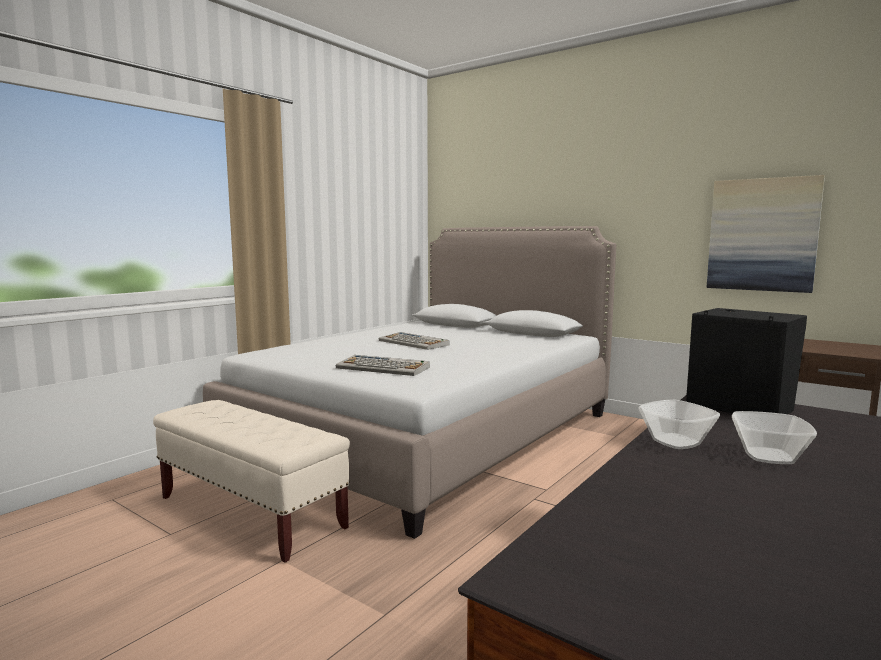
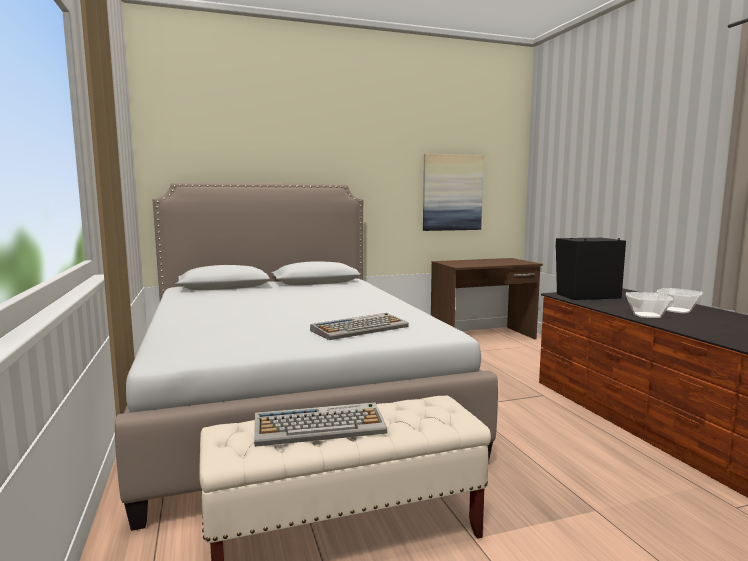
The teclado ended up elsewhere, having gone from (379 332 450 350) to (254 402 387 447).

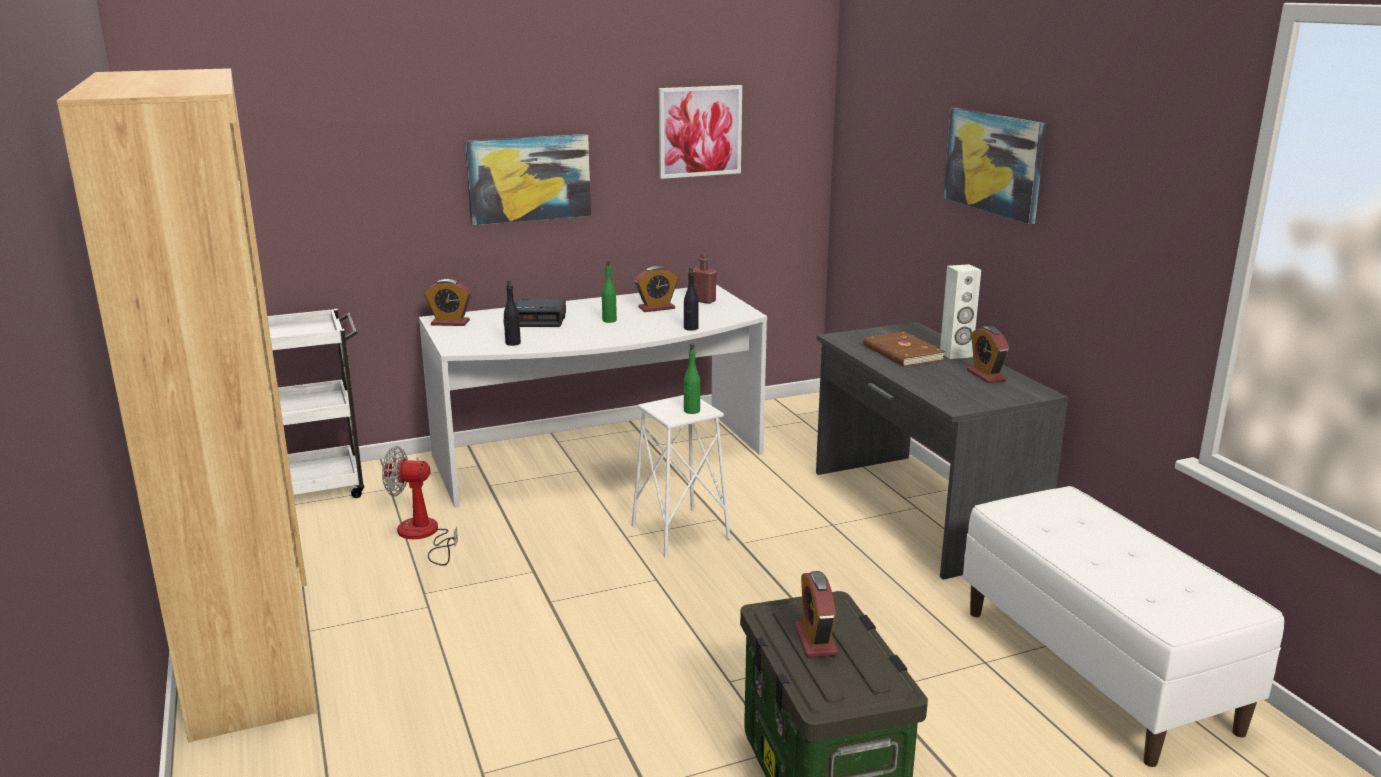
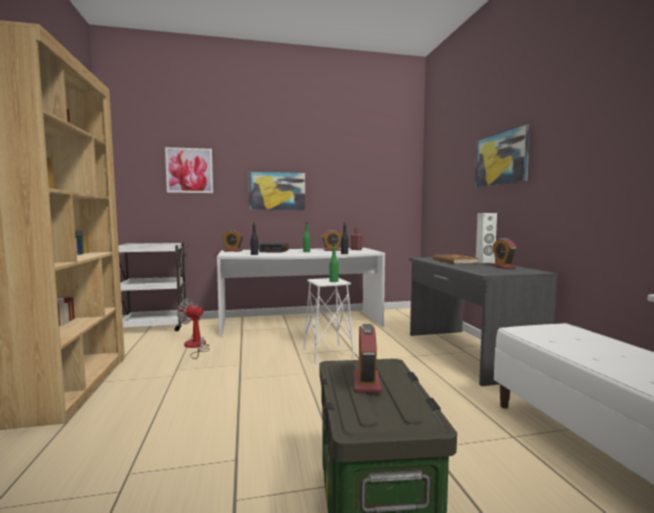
The cuadro ended up elsewhere, having gone from (659 85 742 179) to (165 147 213 193).

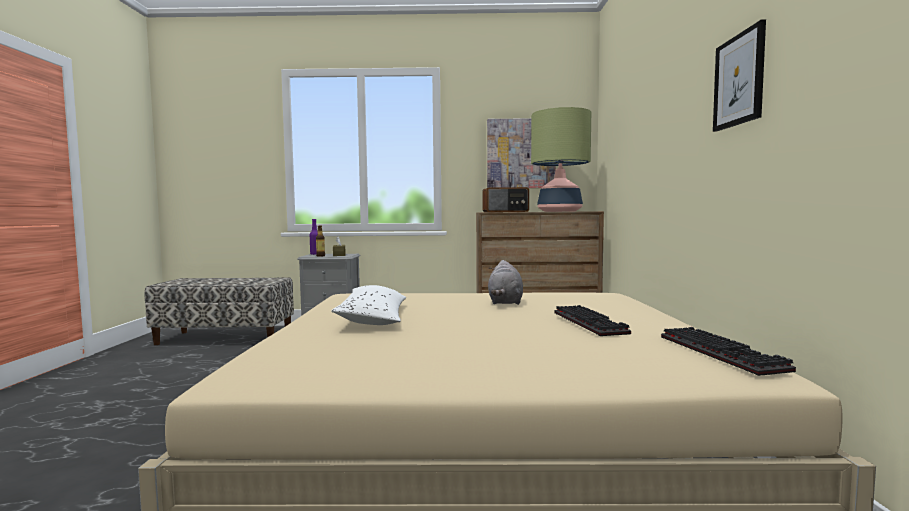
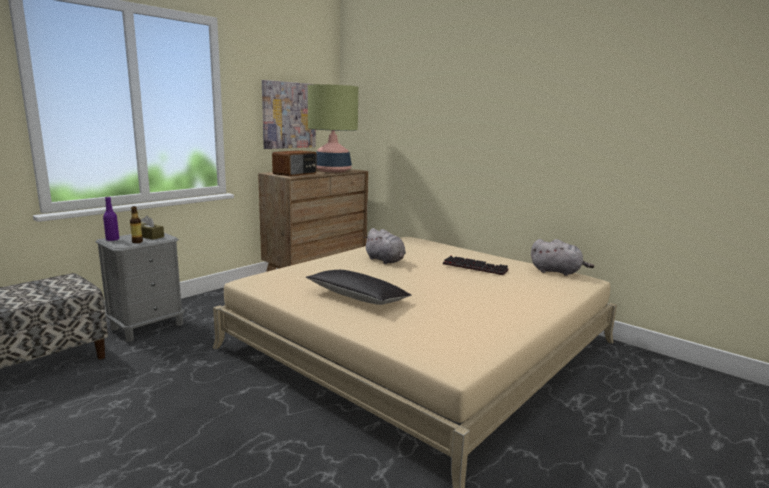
The second view lost the cuadro at (713 19 766 132).
What was the cojín [blanco] at (331 285 406 325) turned into the cojín [negro] at (306 270 412 305).
Where the teclado stood at (661 327 796 376), the peluche [gris] came to stand at (531 239 594 276).

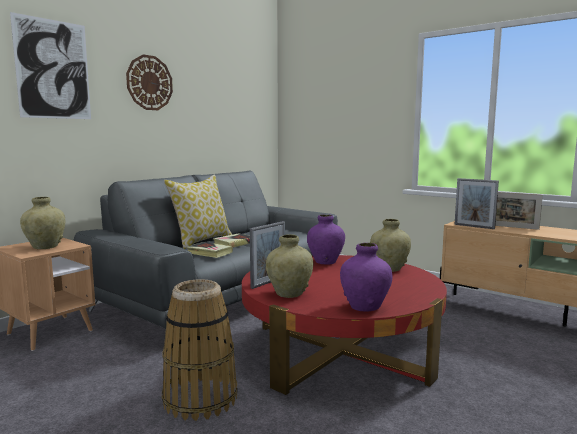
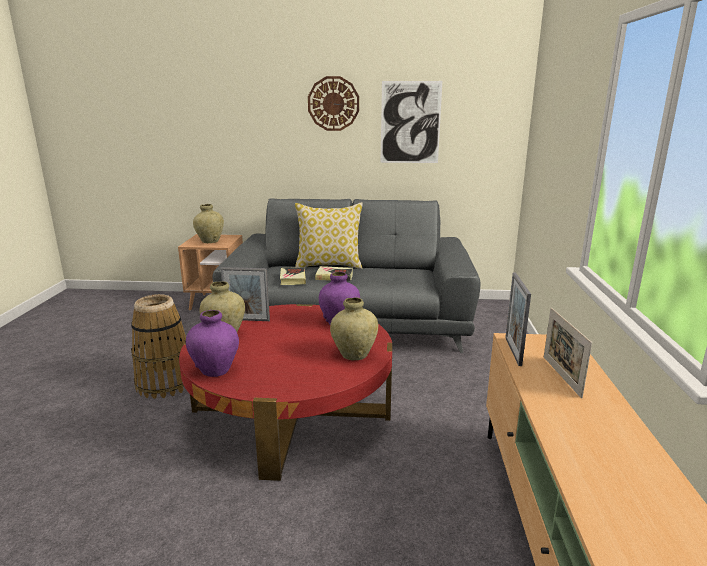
The cuadro ended up elsewhere, having gone from (10 12 91 119) to (380 81 442 163).

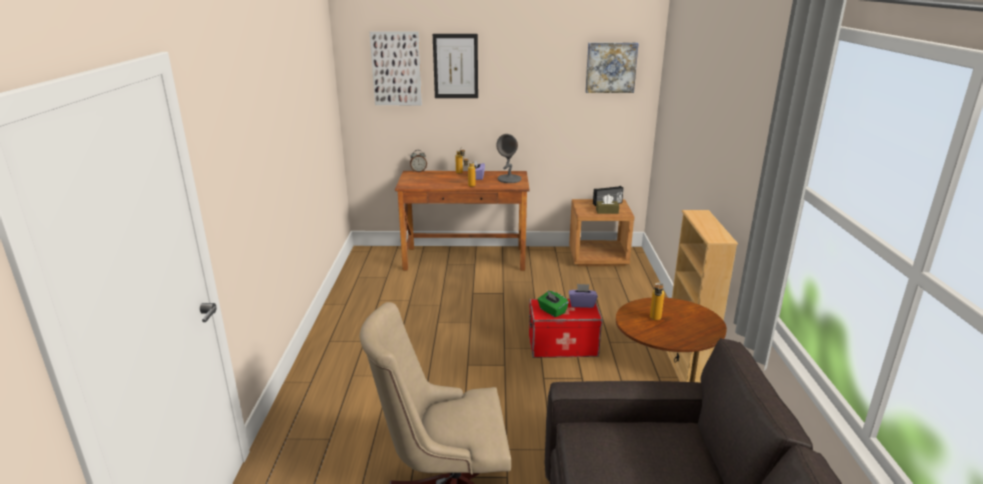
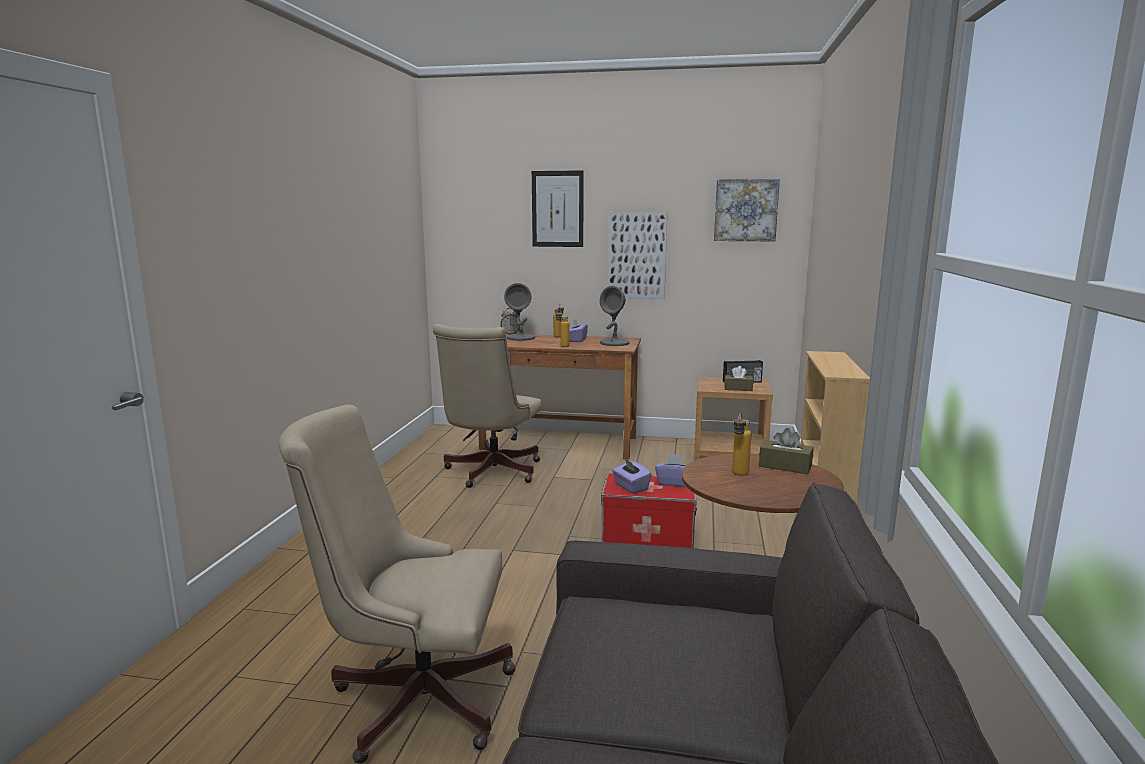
The cuadro ended up elsewhere, having gone from (370 31 422 105) to (609 212 667 299).
What was the caja de pañuelos [verde] at (537 291 569 317) turned into the caja de pañuelos [morado] at (612 459 652 493).
The second view gained the lámpara de mesa [gris] at (504 283 535 341).
The second view gained the silla de oficina [beis] at (433 324 542 488).
The second view gained the caja de pañuelos [marrón] at (759 428 814 474).

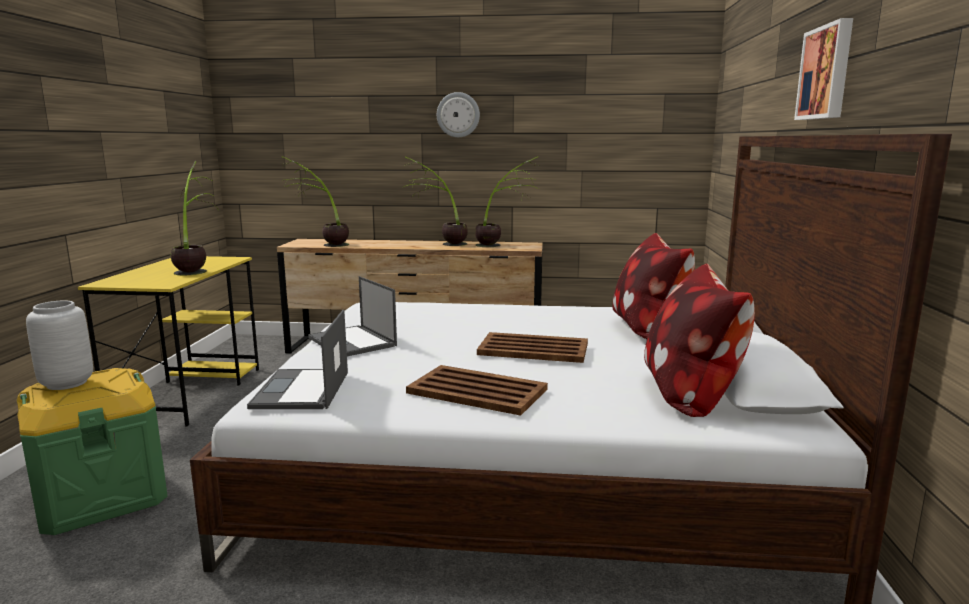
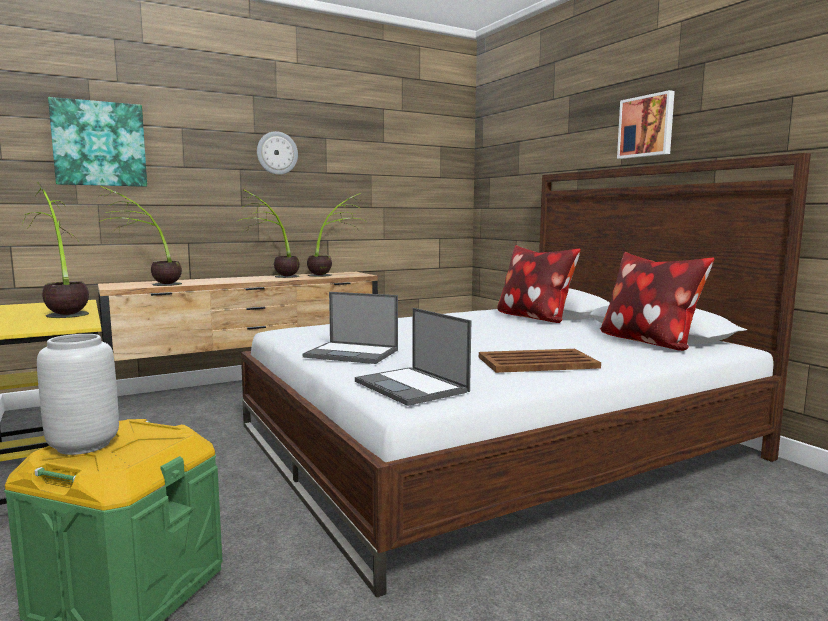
The second view lost the bandeja [marrón] at (477 332 588 363).
The second view gained the cuadro at (48 97 147 187).

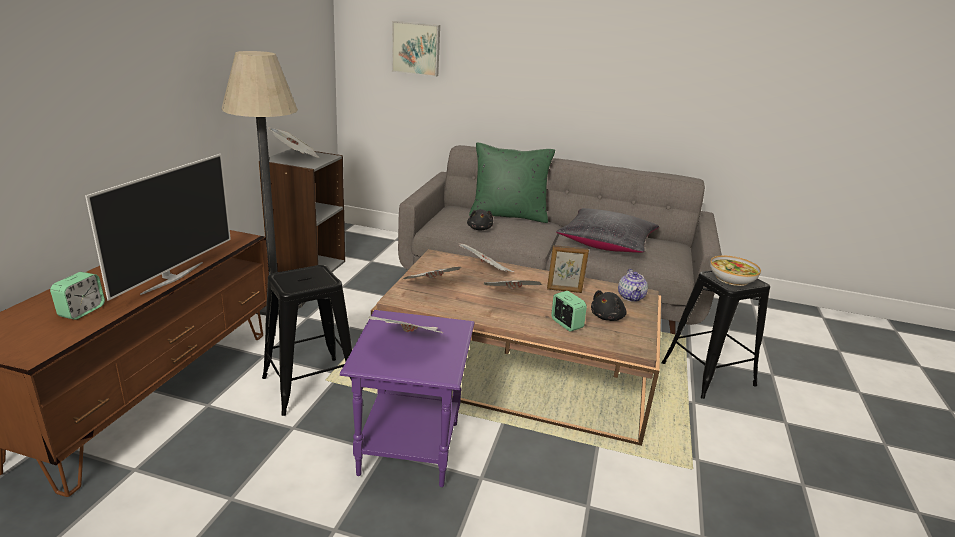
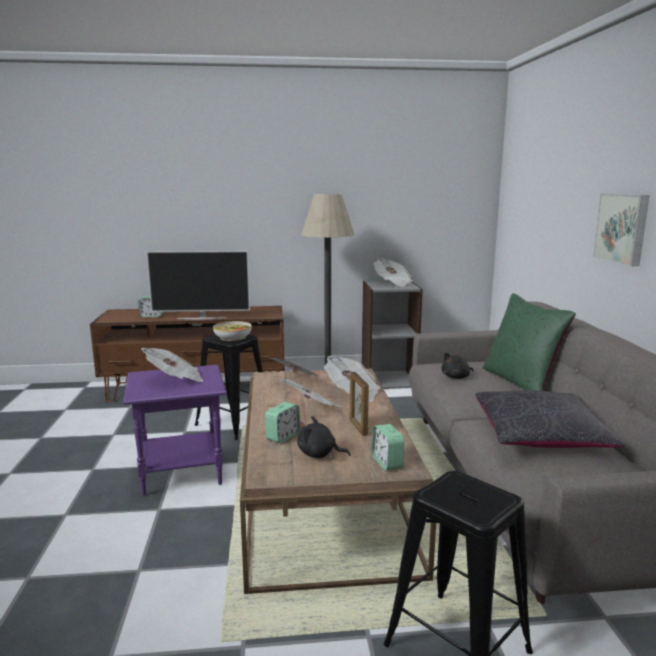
The cuadro ended up elsewhere, having gone from (392 21 440 77) to (593 193 650 266).
The cuenco ended up elsewhere, having gone from (710 255 761 286) to (213 321 252 341).
Where the tetera stood at (618 269 648 302), the despertador came to stand at (371 424 405 470).

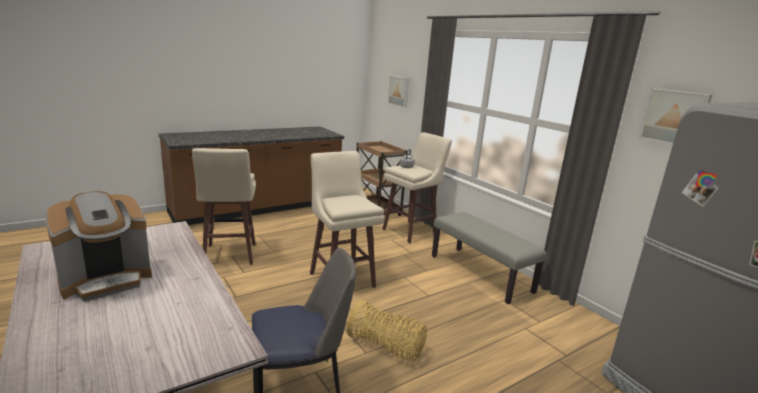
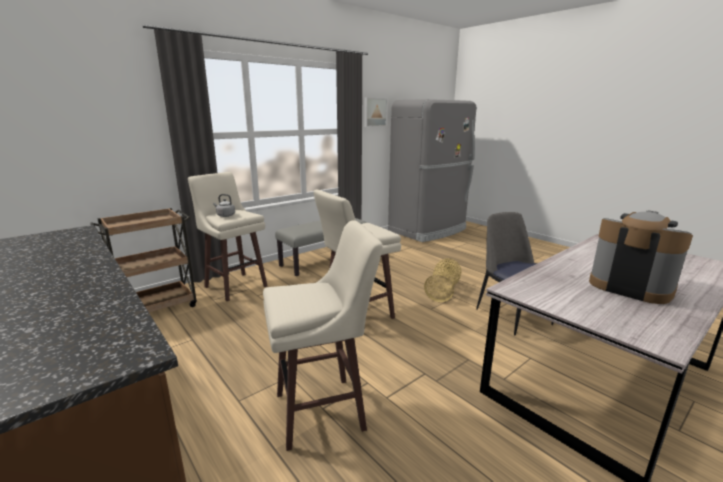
The second view lost the cuadro at (388 76 409 108).

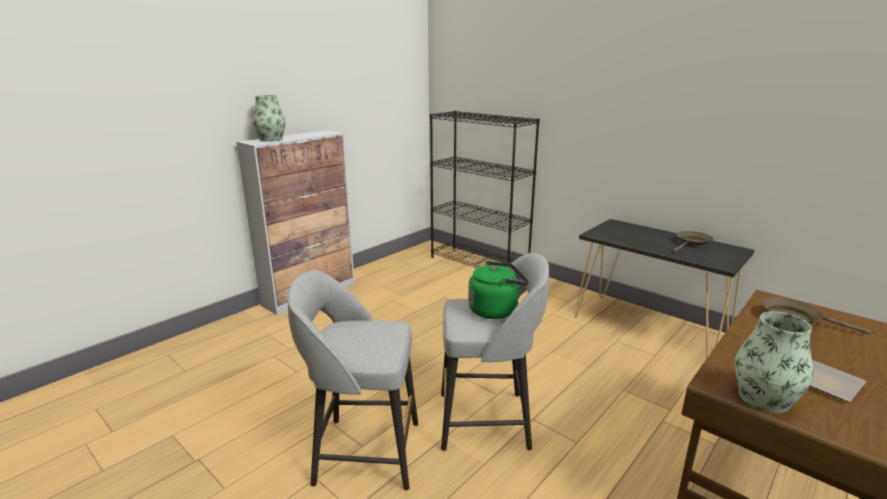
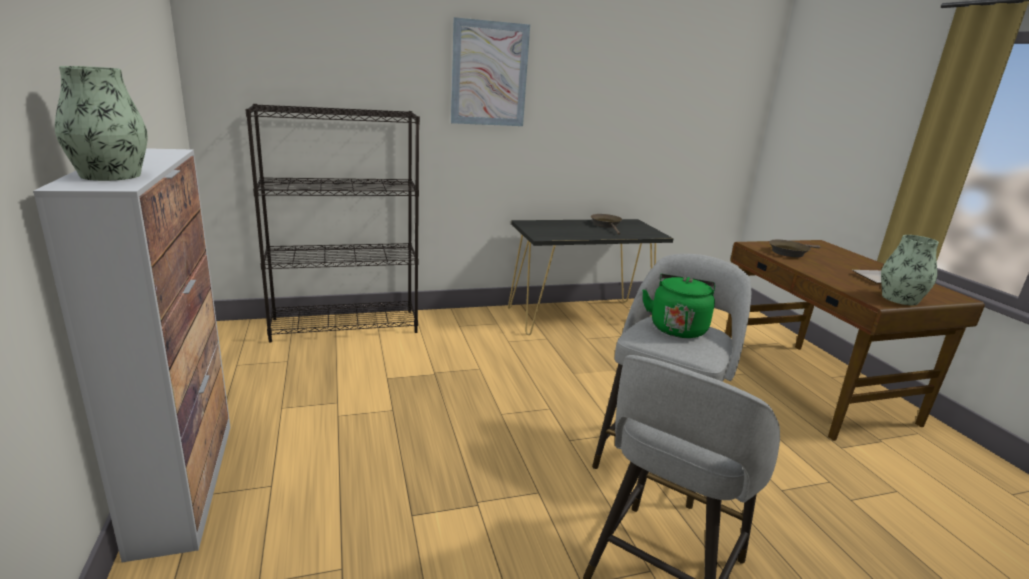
The second view gained the cuadro at (451 17 530 126).

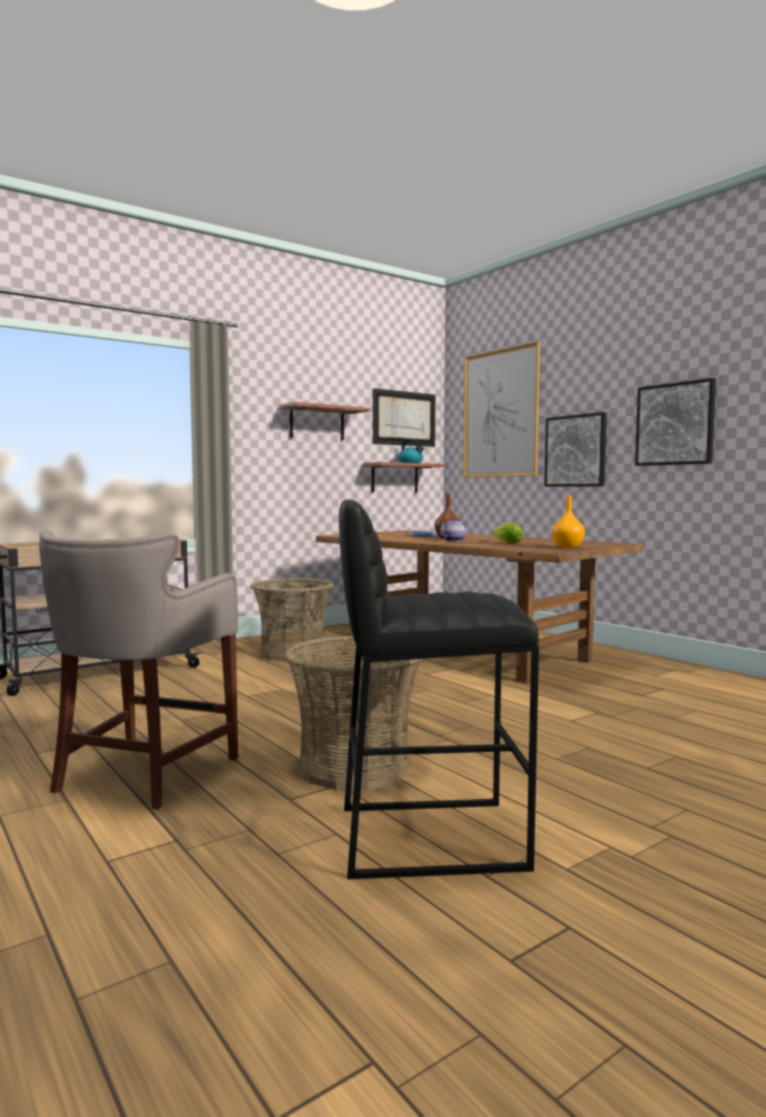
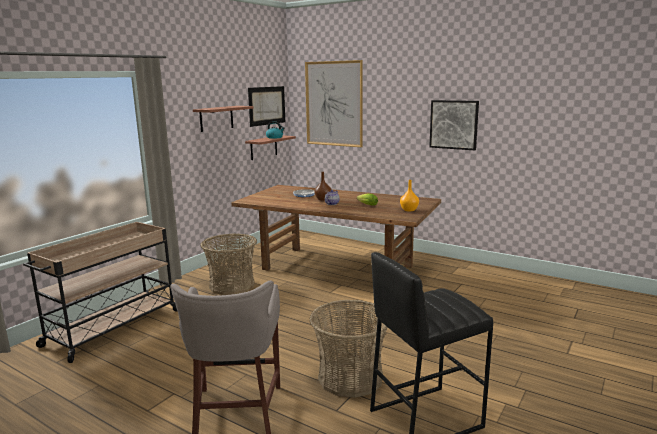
The second view lost the cuadro at (544 412 607 487).

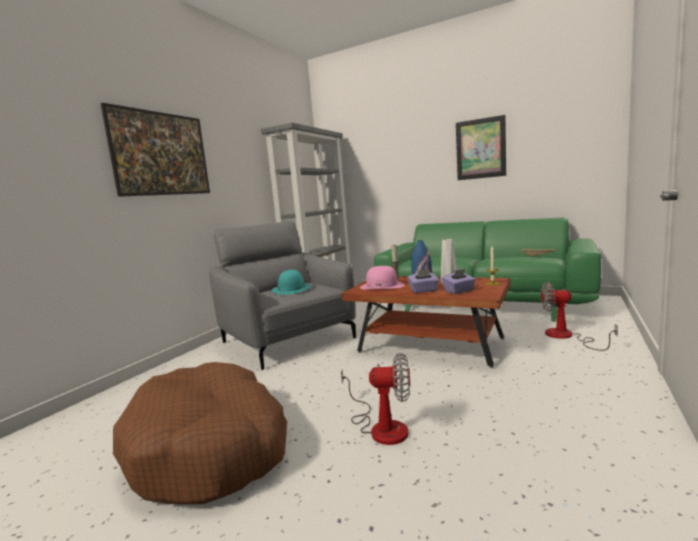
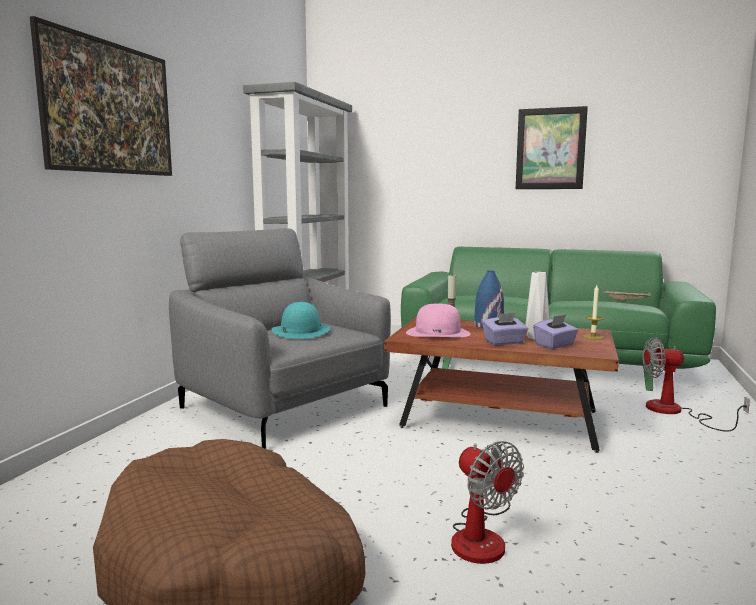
The ventilador at (341 353 410 445) ended up facing another way, 60 degrees clockwise from before.

